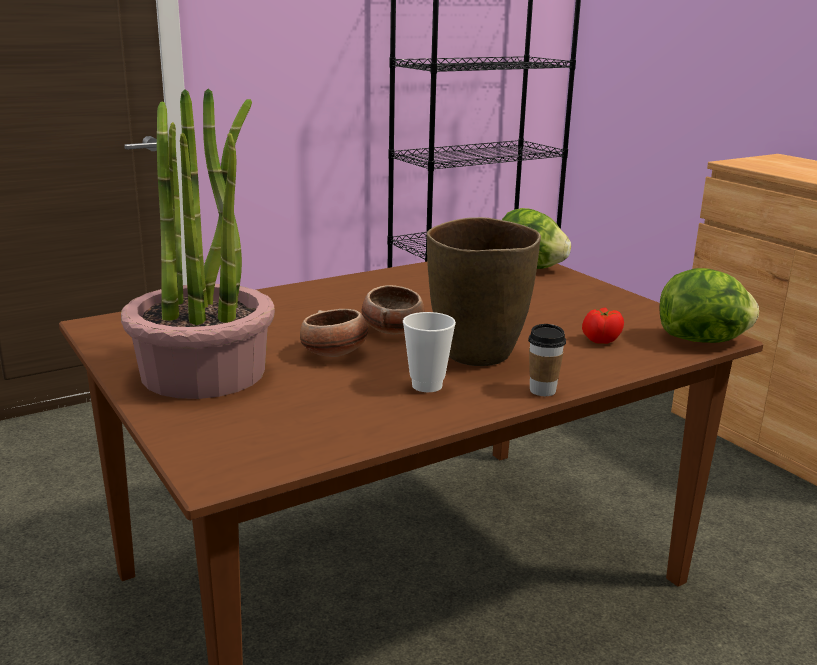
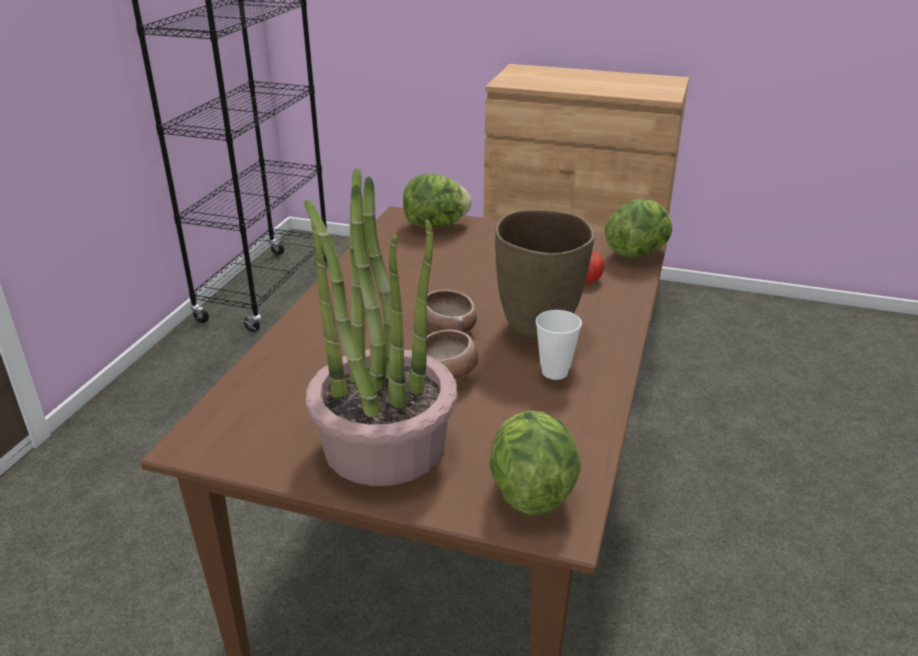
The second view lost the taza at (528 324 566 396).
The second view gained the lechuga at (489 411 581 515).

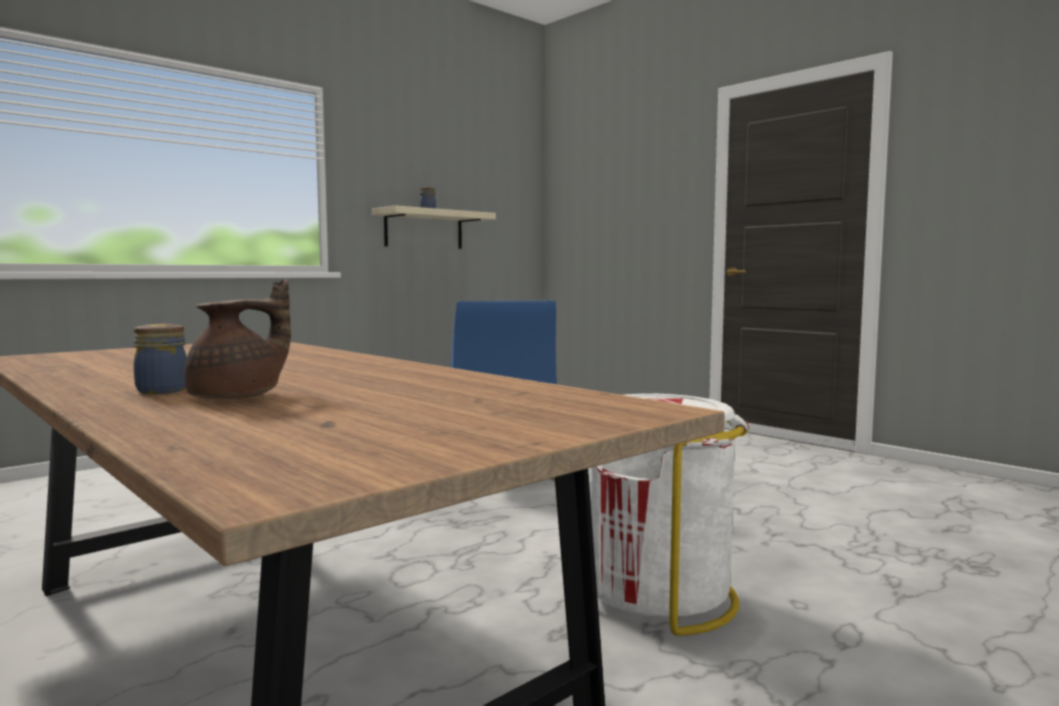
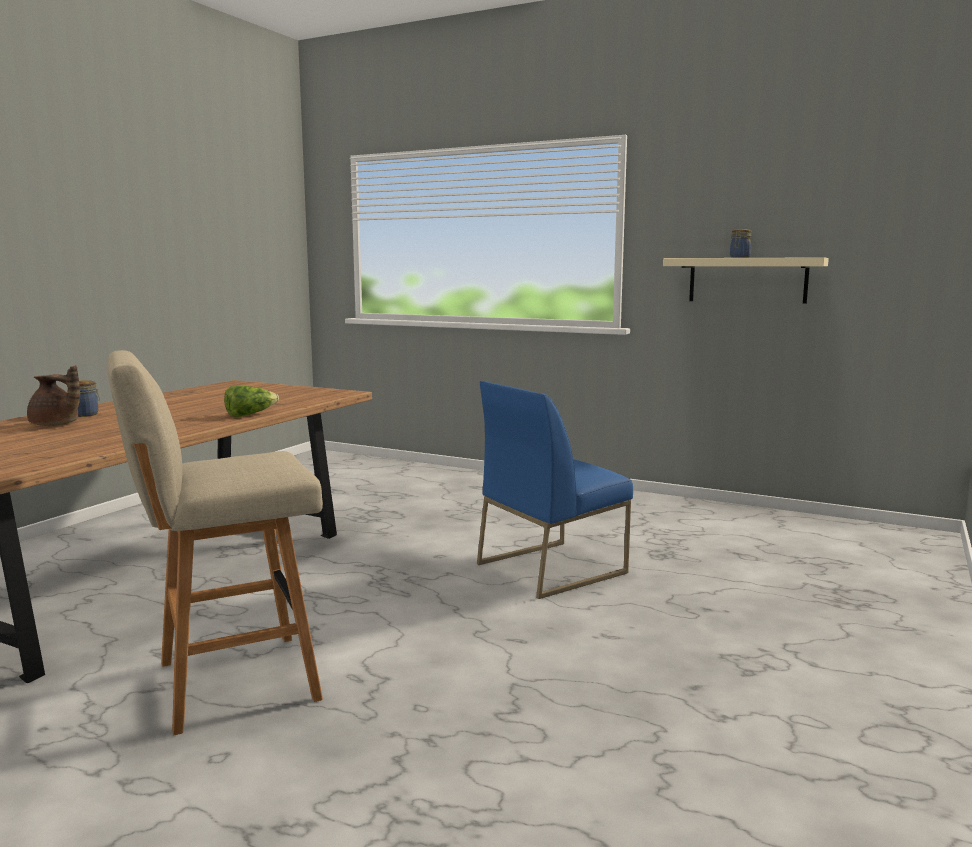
Where the papelera [blanco] stood at (588 394 749 636), the taburete [beis] came to stand at (107 350 323 735).
The second view gained the lechuga at (224 386 279 417).

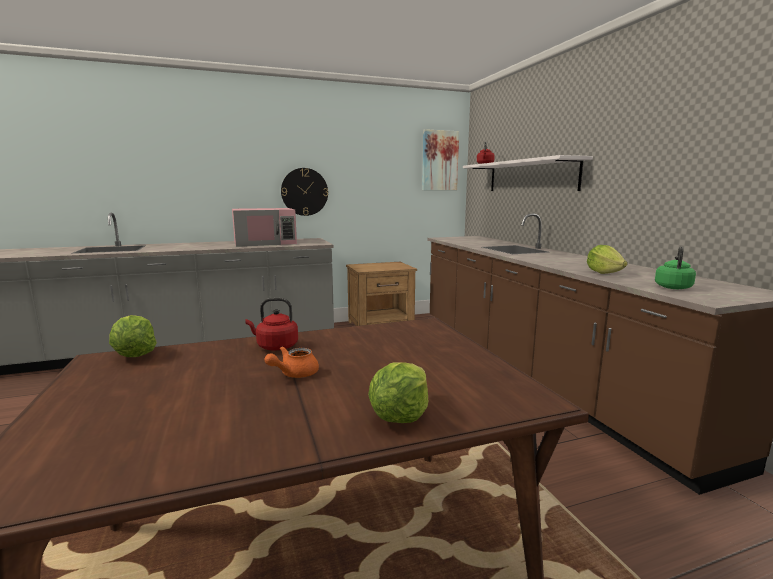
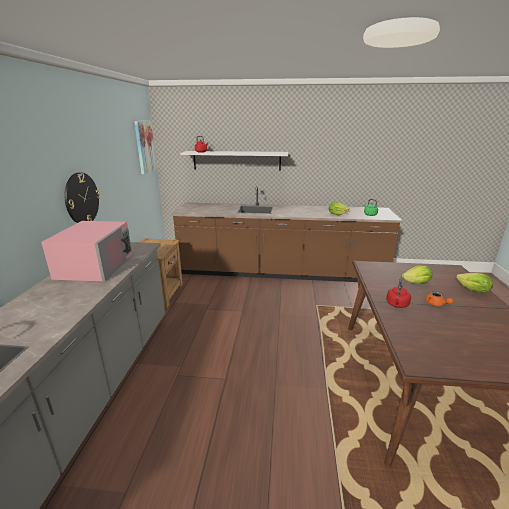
The lechuga ended up elsewhere, having gone from (109 315 157 357) to (401 265 433 284).

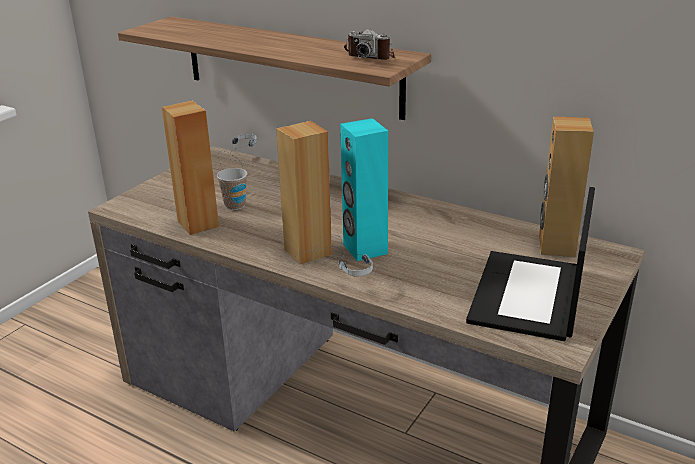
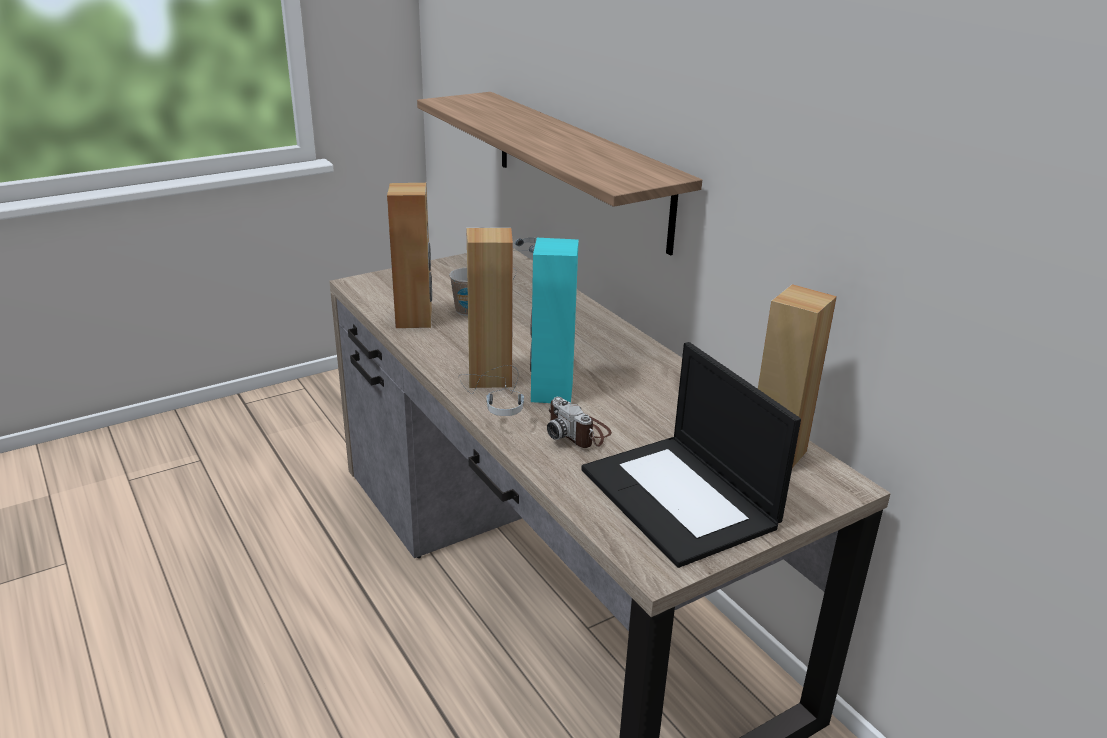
The cámara ended up elsewhere, having gone from (344 29 395 60) to (547 397 612 448).
The portátil at (466 187 595 341) ended up facing another way, 75 degrees counterclockwise from before.

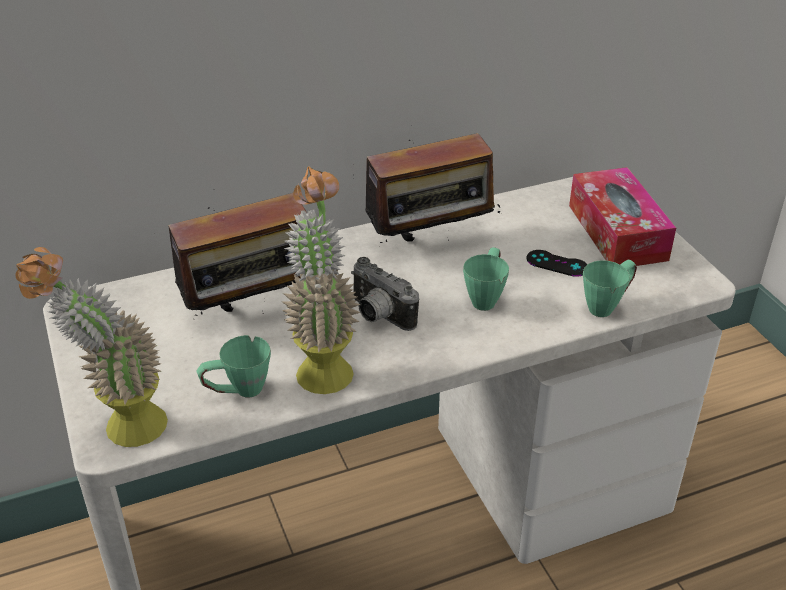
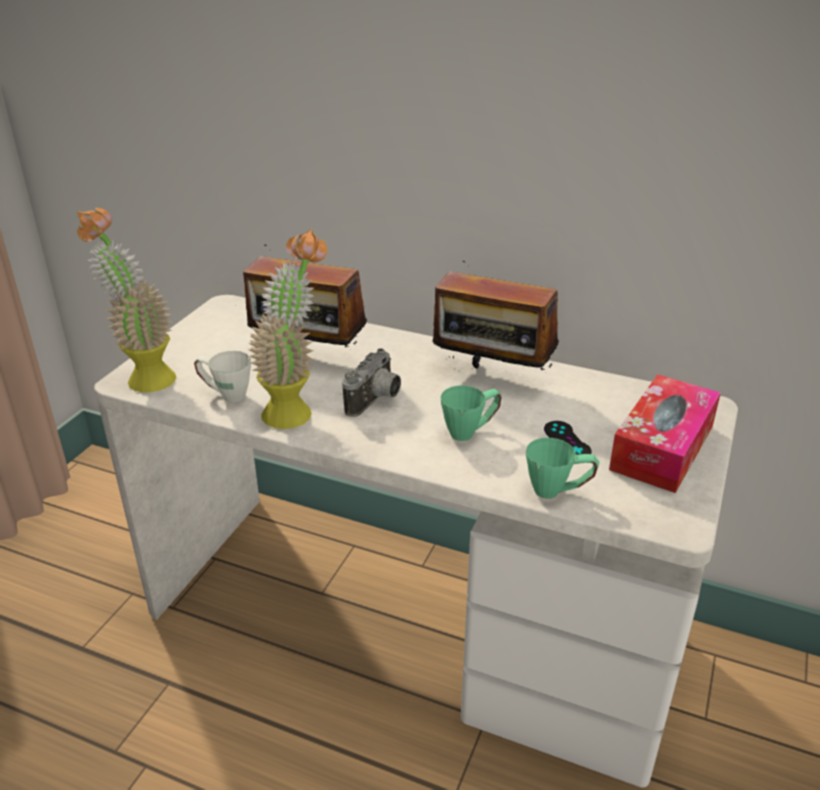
The cámara at (351 257 419 331) ended up facing another way, 150 degrees counterclockwise from before.
What was the taza grande [verde] at (196 335 271 398) turned into the taza grande [blanco] at (194 351 251 403).

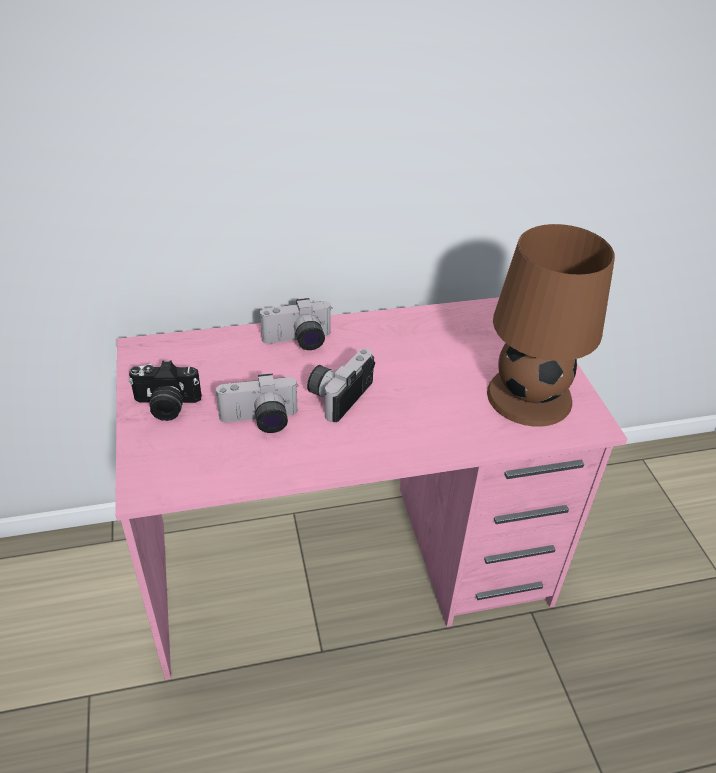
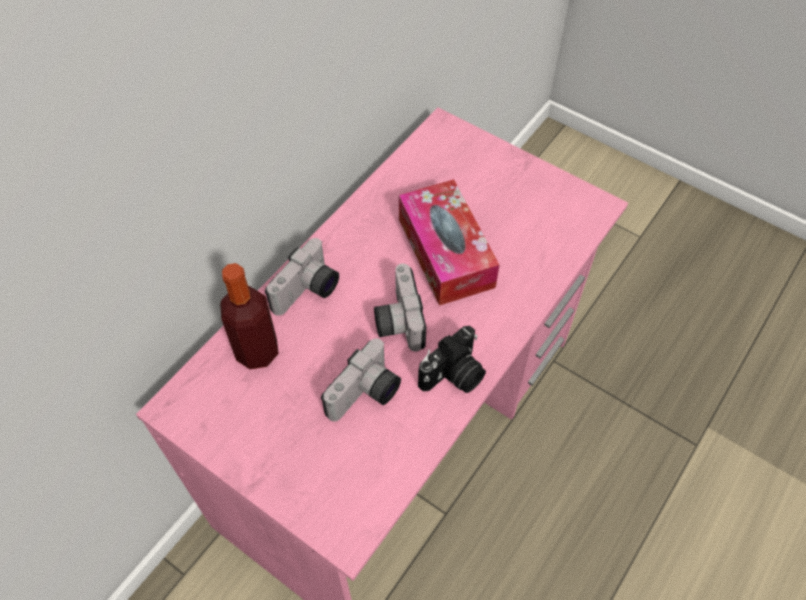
The second view lost the lámpara de mesa [marrón] at (487 224 615 427).
The cámara ended up elsewhere, having gone from (129 361 202 421) to (418 326 486 393).
The second view gained the caja de pañuelos at (399 179 499 306).
The second view gained the botella at (220 263 279 369).

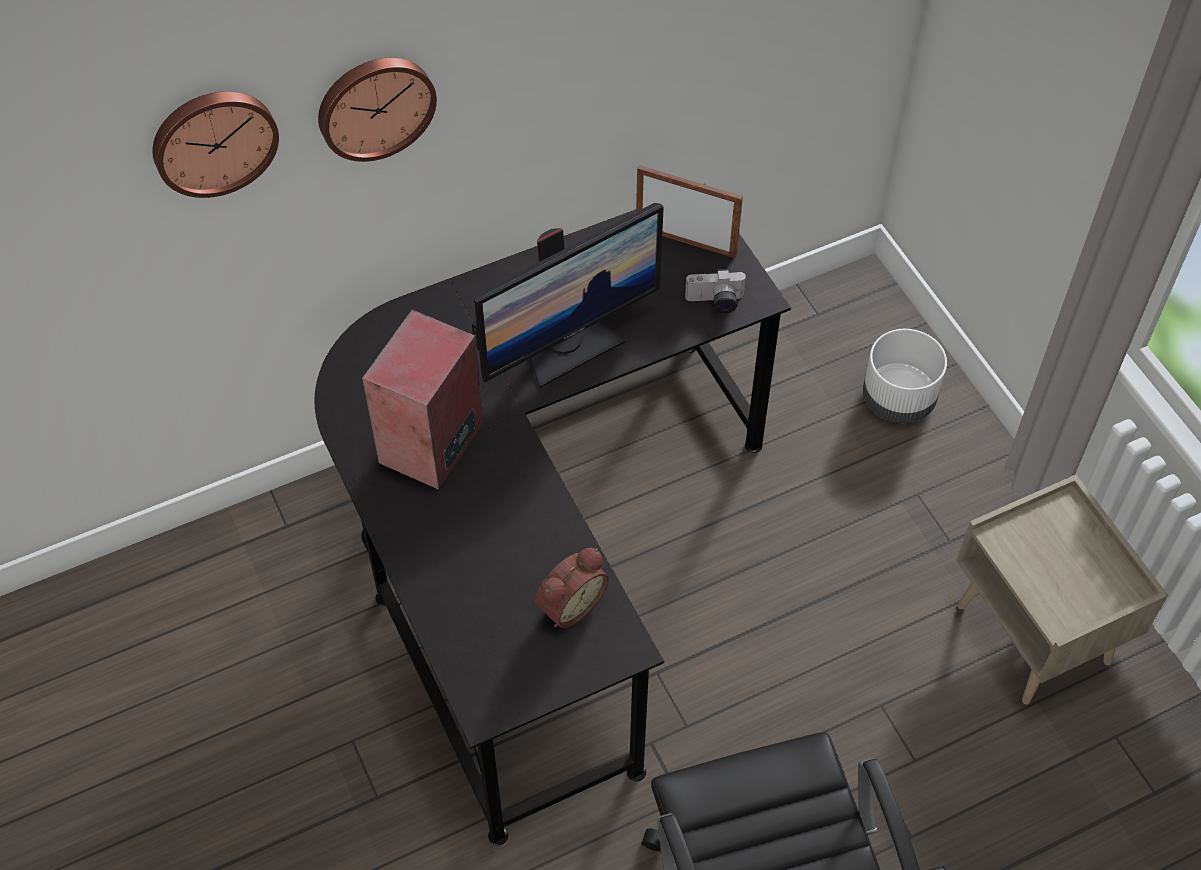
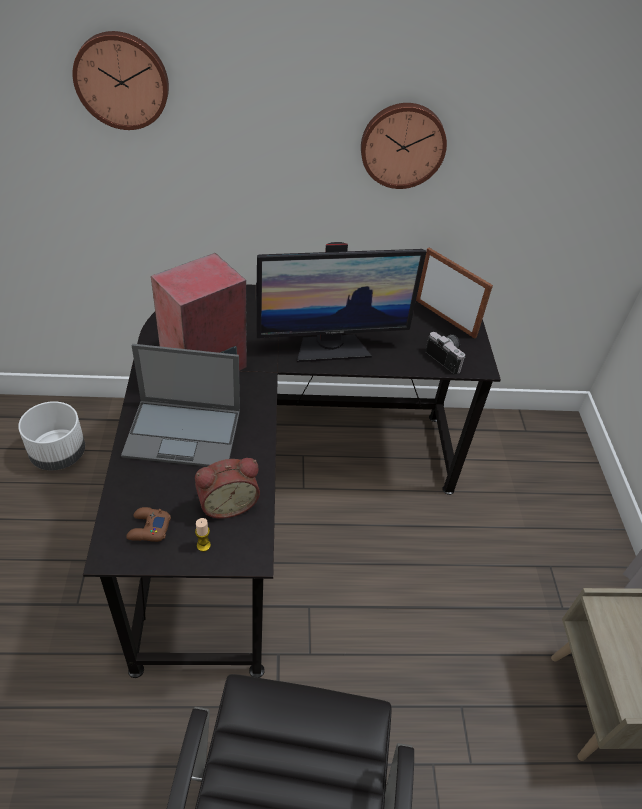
The reloj de pared ended up elsewhere, having gone from (318 58 437 162) to (361 103 447 189).
The cámara at (685 269 746 313) ended up facing another way, 150 degrees counterclockwise from before.
The maceta [blanco] ended up elsewhere, having gone from (863 329 947 423) to (18 401 85 470).
The second view gained the portátil at (121 344 240 467).
The second view gained the mando de consola [marrón] at (126 507 171 542).
The second view gained the vela at (195 518 211 552).

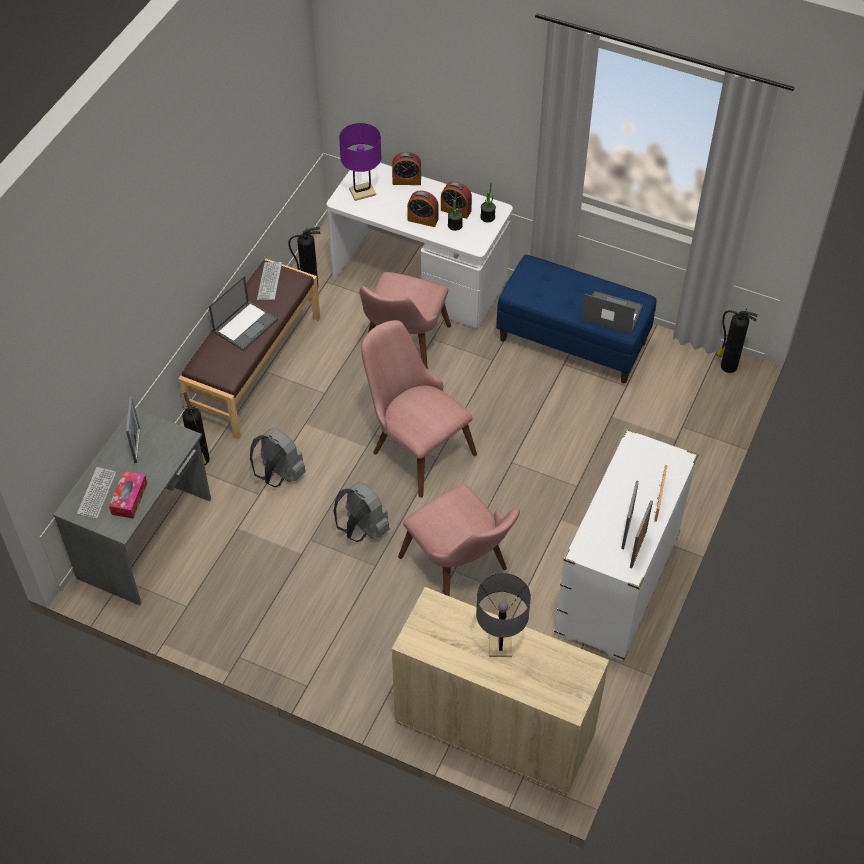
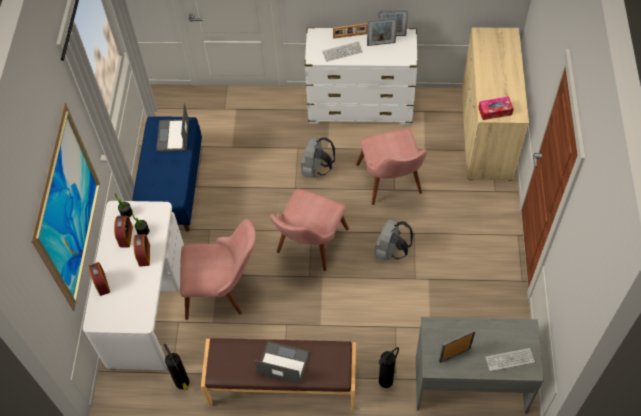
The second view lost the lámpara de mesa [morado] at (339 123 381 201).
The teclado ended up elsewhere, having gone from (257 262 282 300) to (322 42 363 62).
The second view lost the extintor at (716 309 758 373).
The mochila [gris] ended up elsewhere, having gone from (250 428 306 487) to (301 137 335 178).
The caja de pañuelos ended up elsewhere, having gone from (109 471 147 519) to (478 97 514 120).
The silla [rosa] at (398 484 520 596) ended up facing another way, 135 degrees clockwise from before.
The second view lost the lámpara de mesa [gris] at (476 573 531 657).
The second view gained the cuadro at (31 102 100 311).

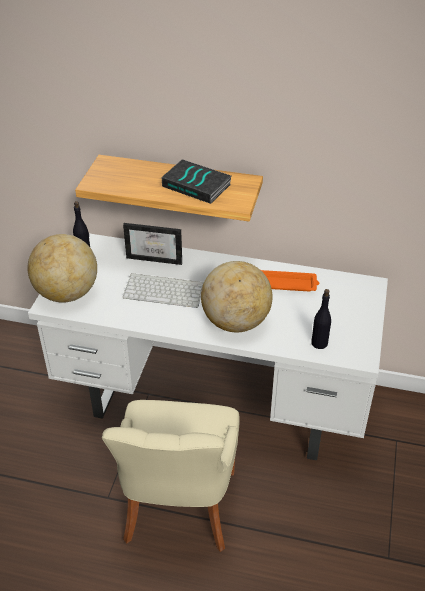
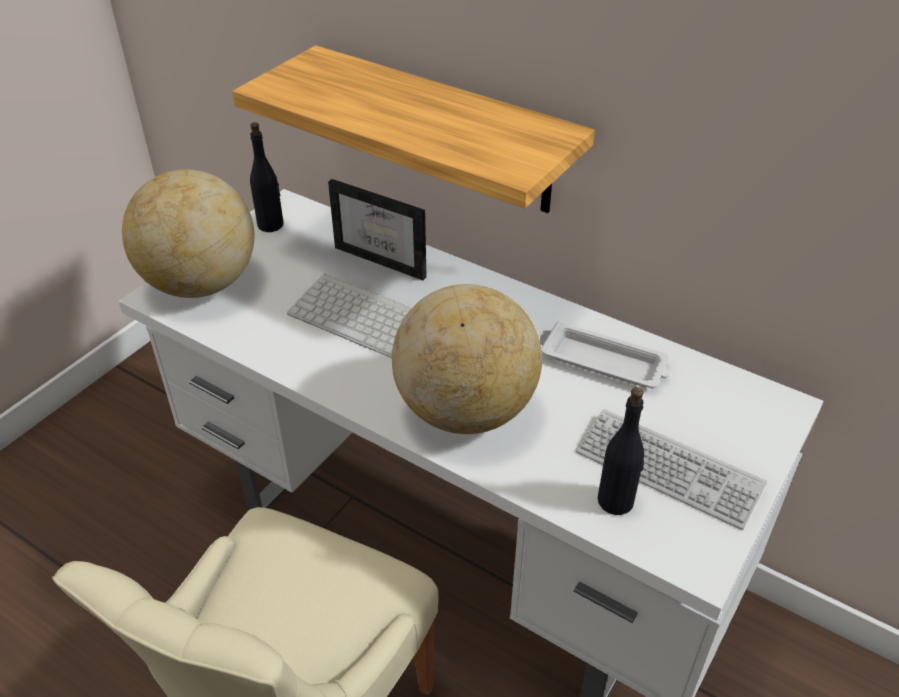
The second view lost the libro at (162 159 231 204).
What was the bandeja [naranja] at (261 270 320 292) turned into the bandeja [blanco] at (541 321 669 388).
The second view gained the teclado at (576 409 767 530).

